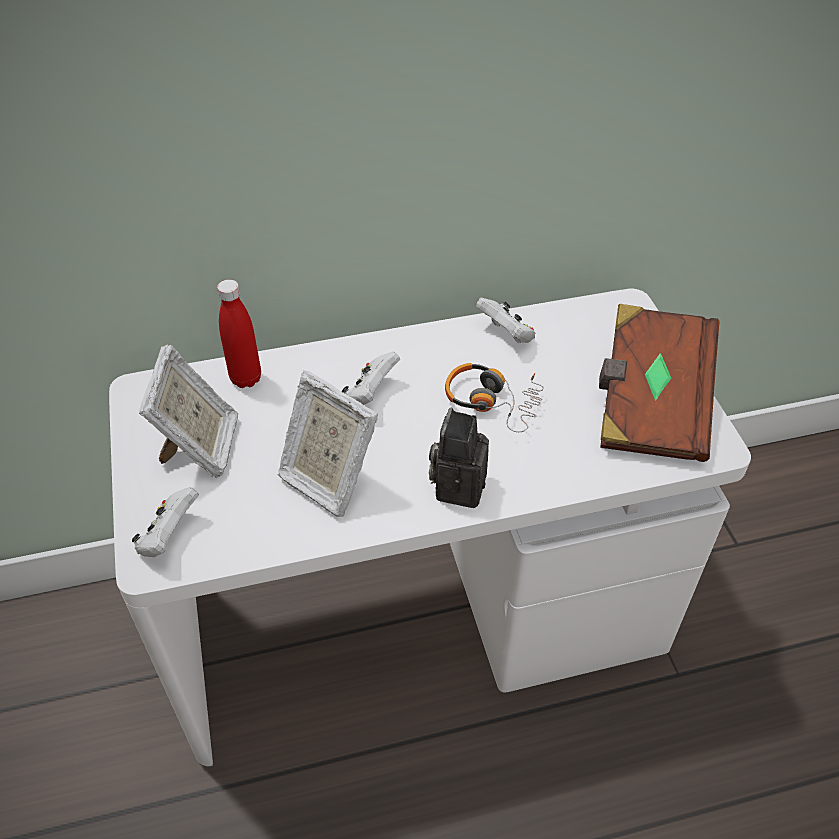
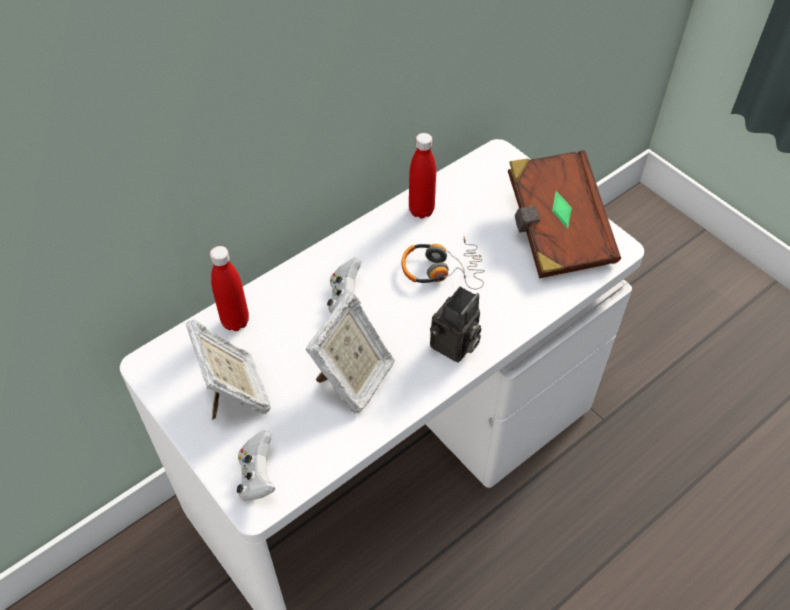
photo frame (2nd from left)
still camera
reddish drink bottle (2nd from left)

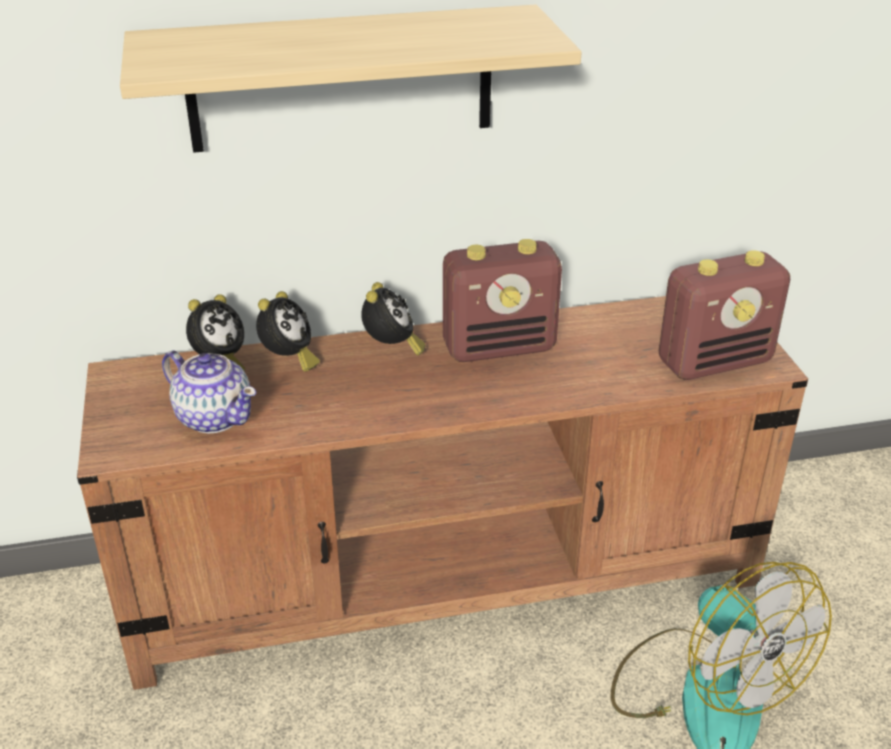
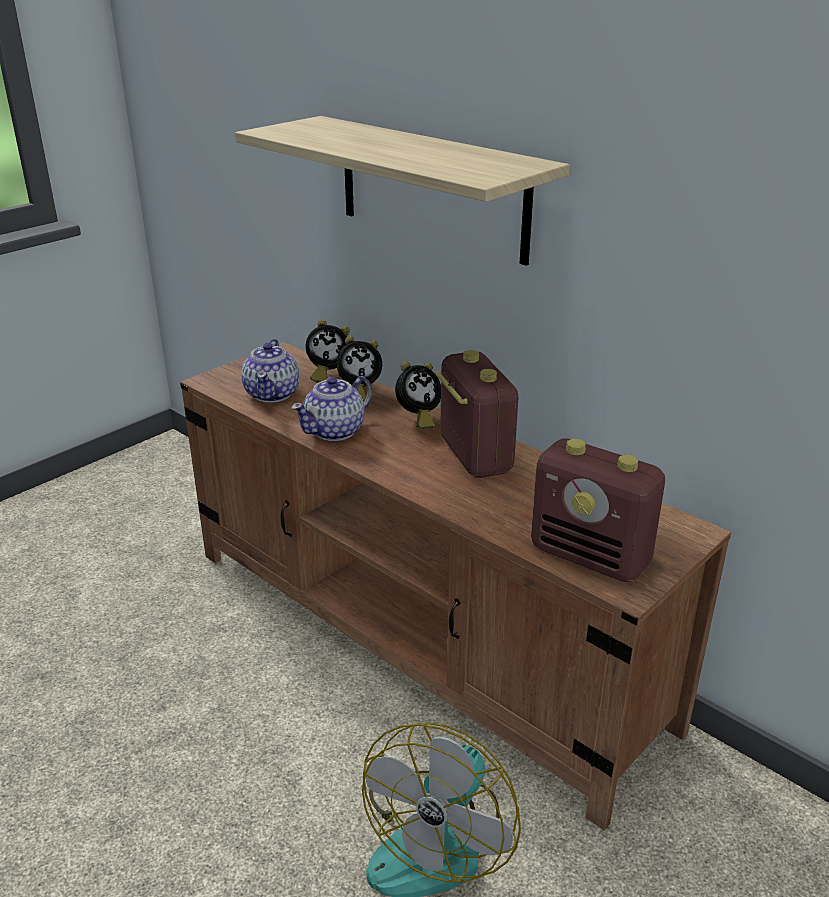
radio receiver (1st from left)
teapot (2nd from left)

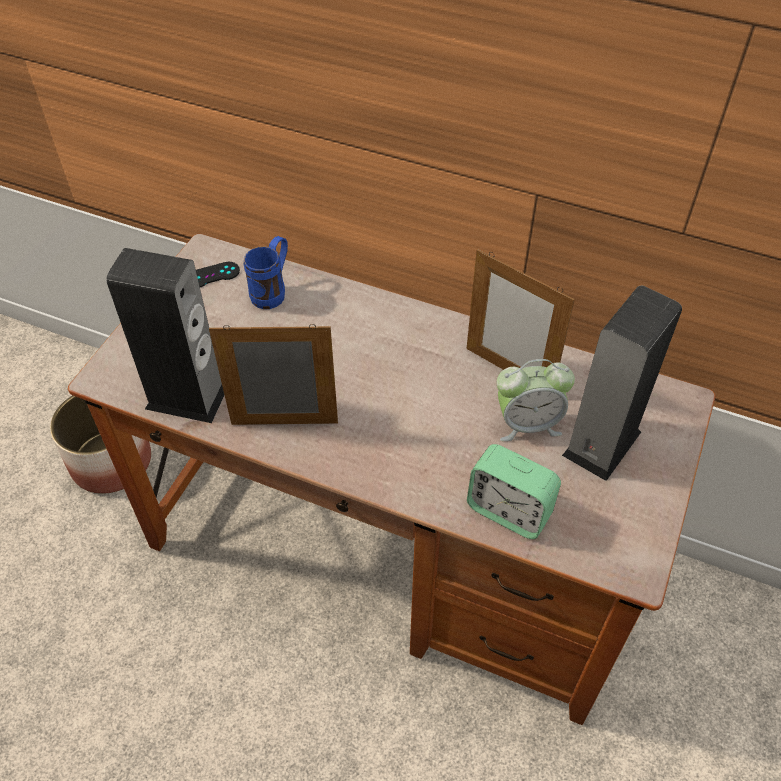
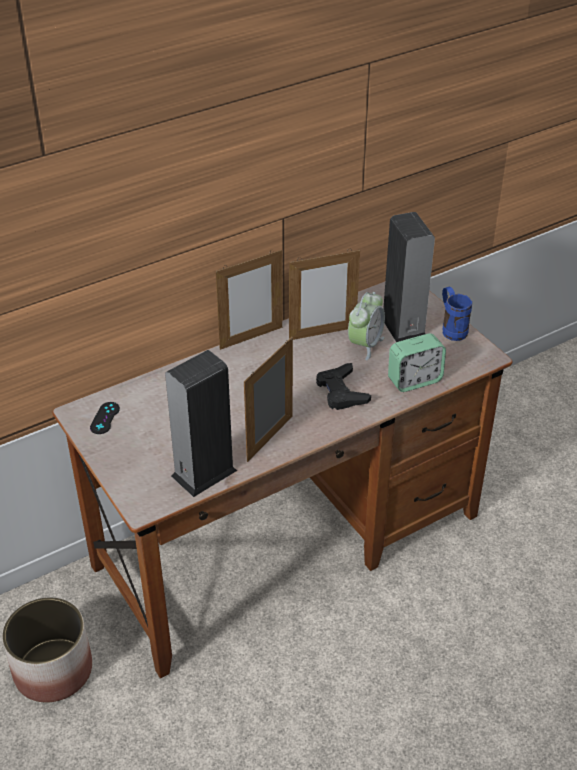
bluish mug
photo frame (1st from left)
black joypad (2nd from left)

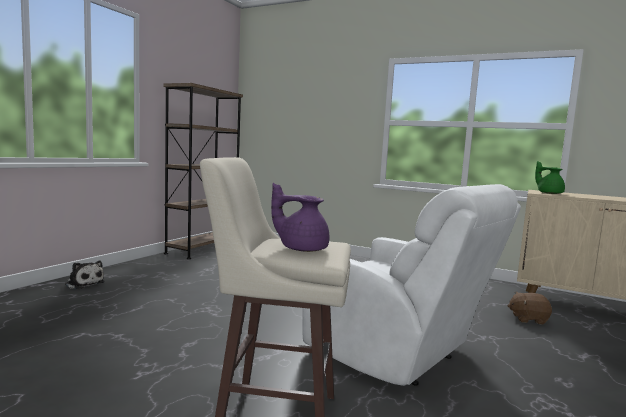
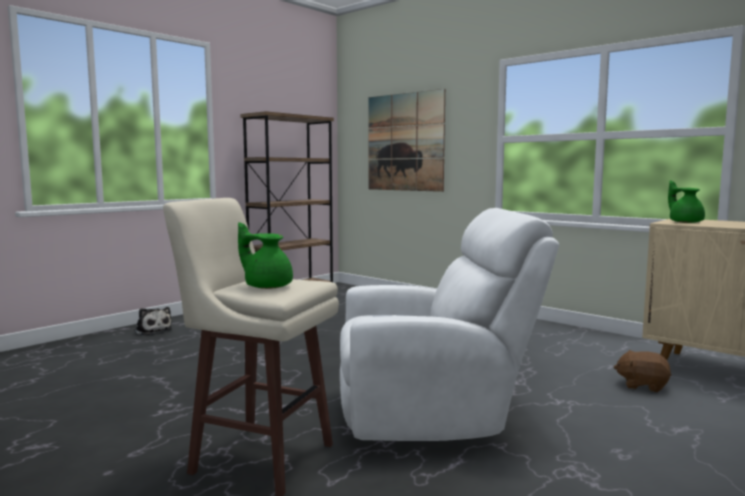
green-coloured teapot (1st from left)
whitish lounge chair
wall art

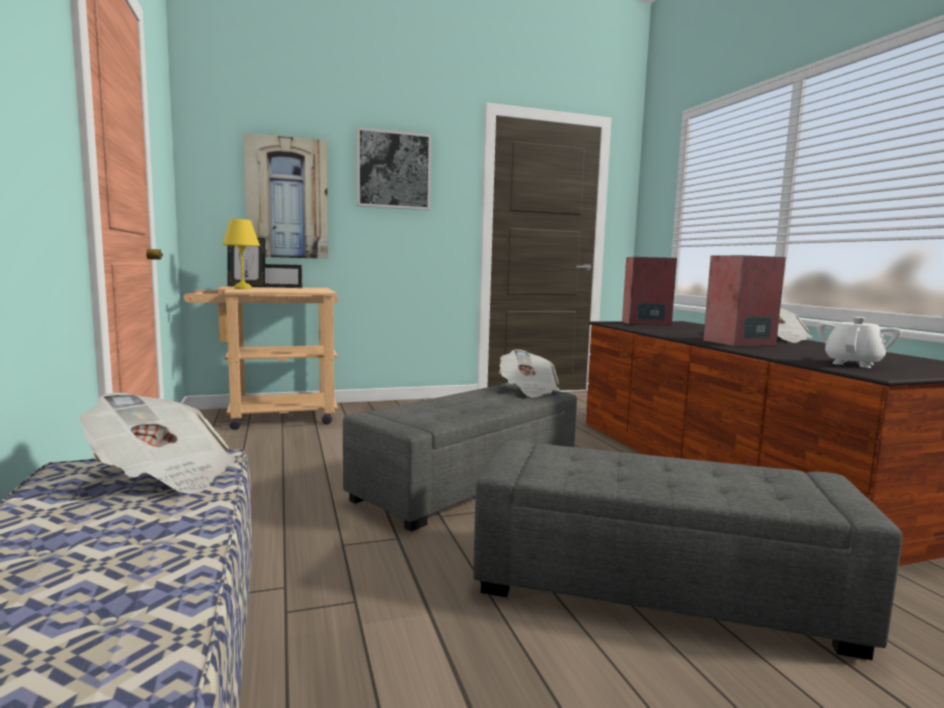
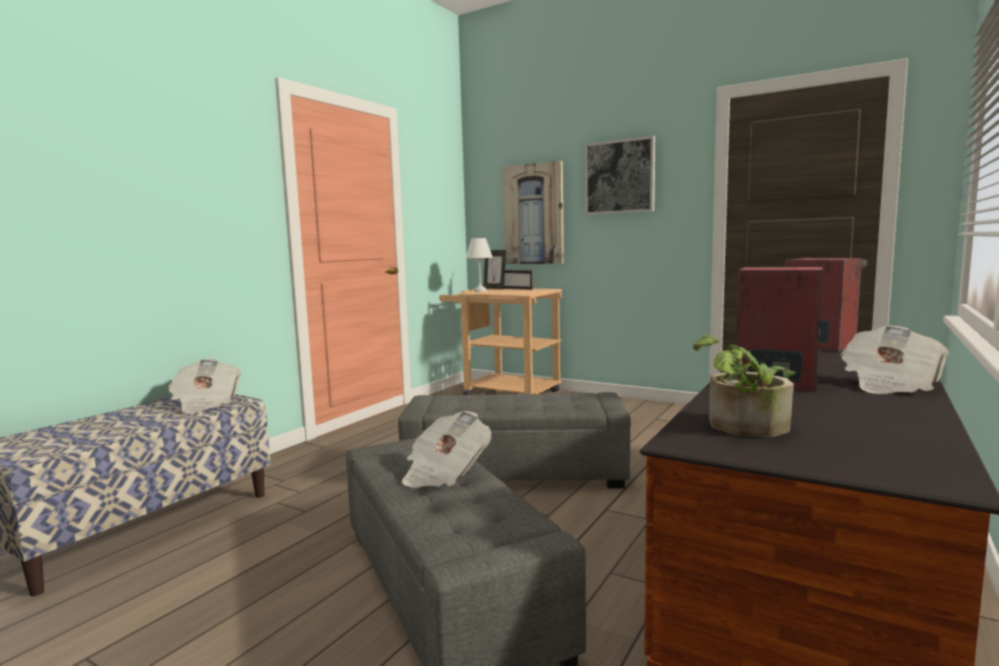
whitish tabletop lamp
daily paper (2nd from left)
houseplant

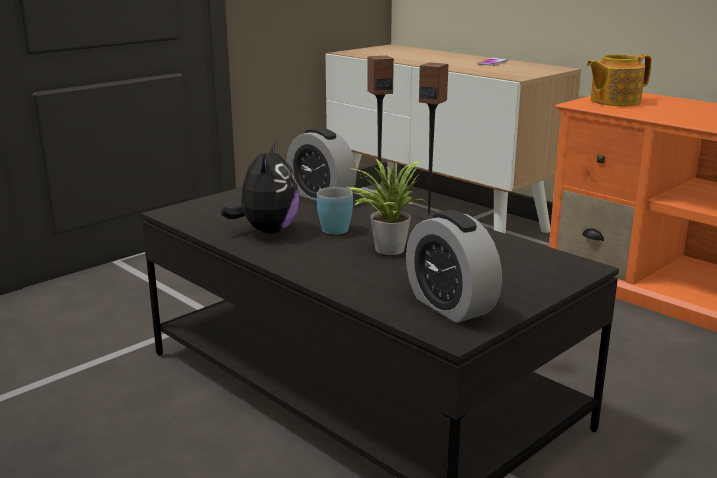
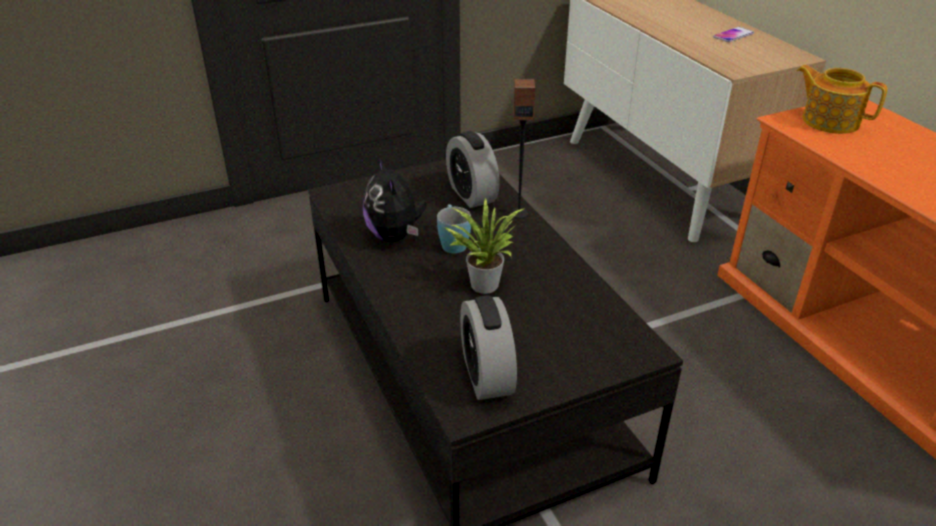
cuddly toy
audio speaker (2nd from left in the first image)
teapot

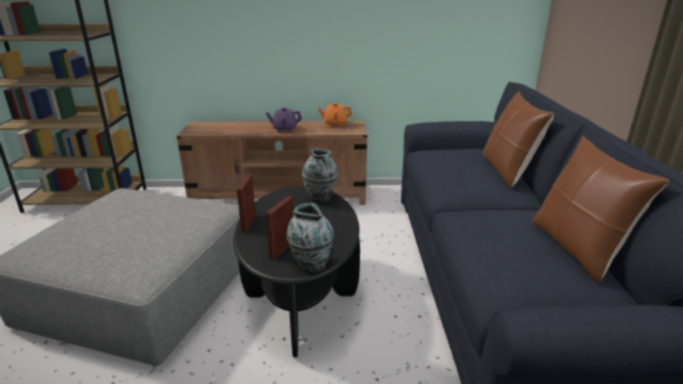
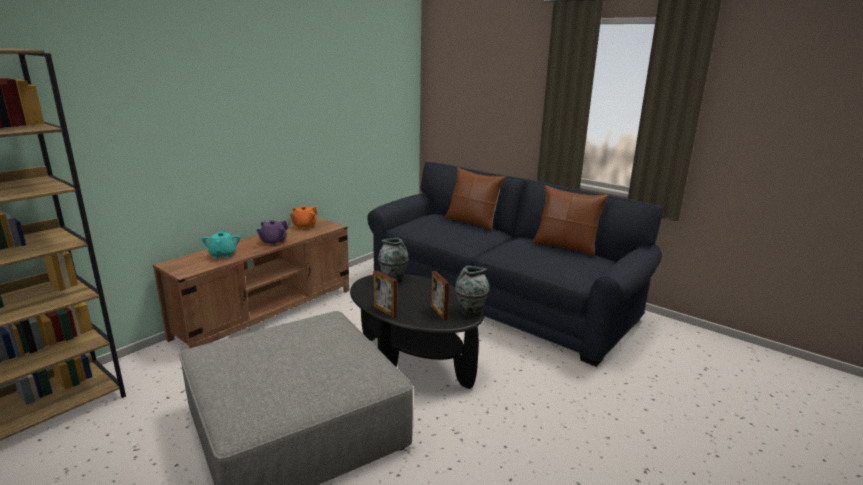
blue-green teapot

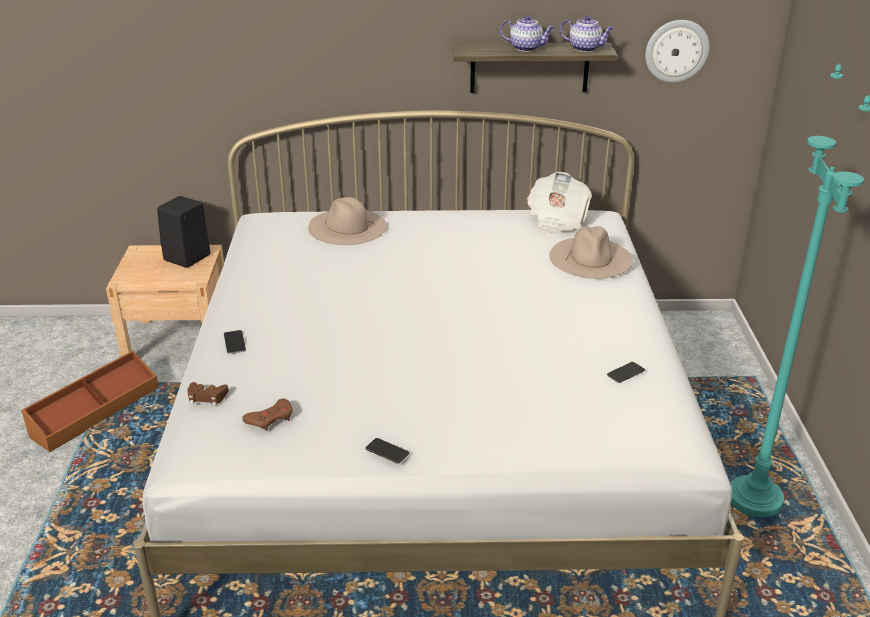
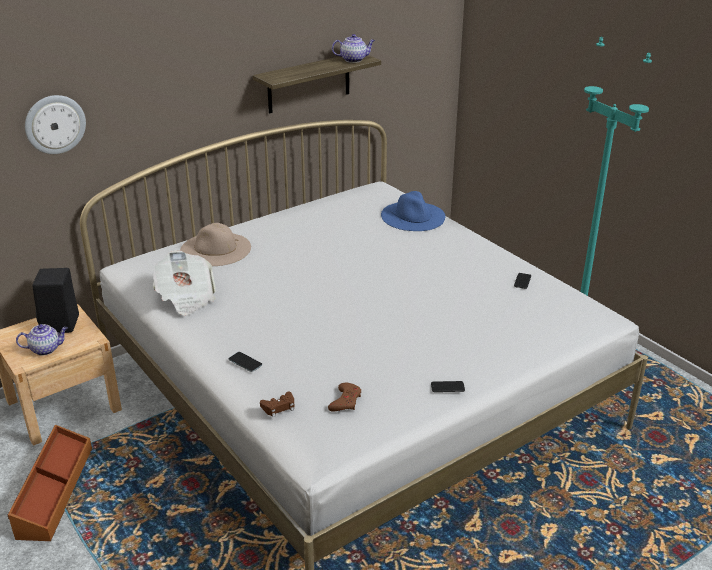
teapot (1st from left)
daily paper
bluish hat
hanging clock

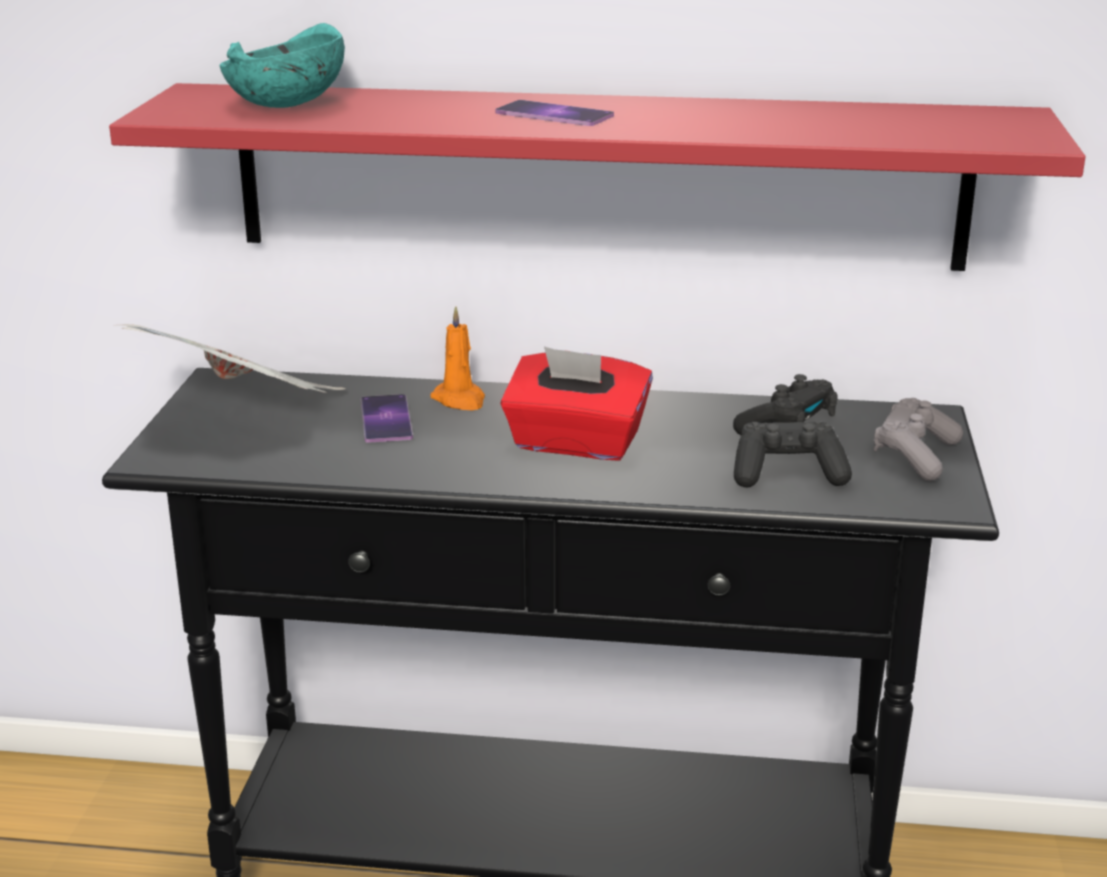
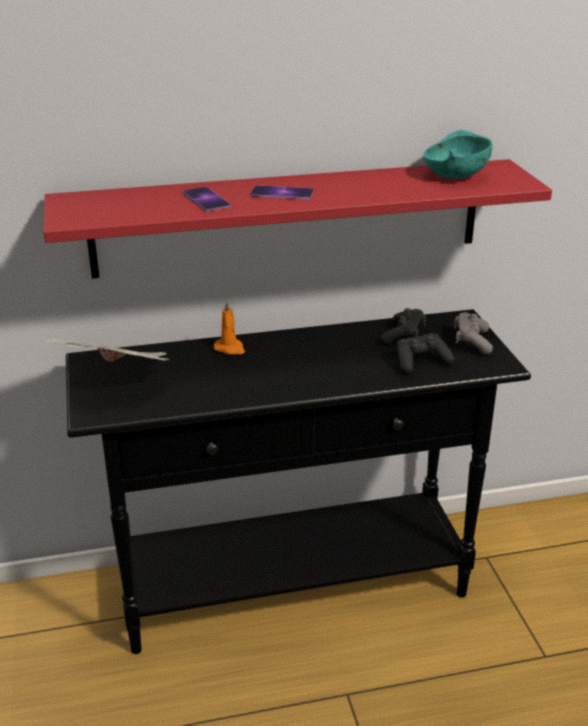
blue-green bowl
handset (1st from left)
reddish tissue holder

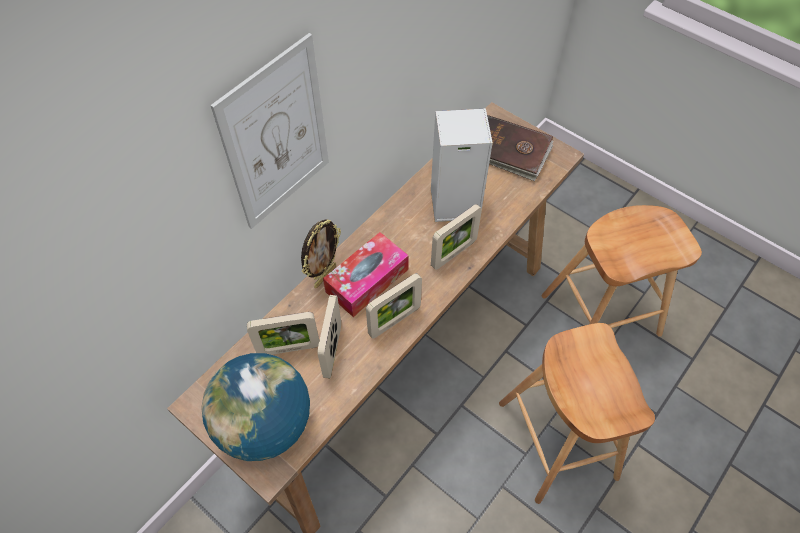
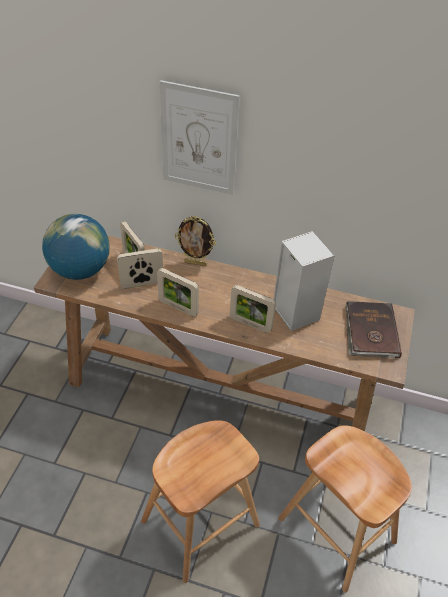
tissue holder

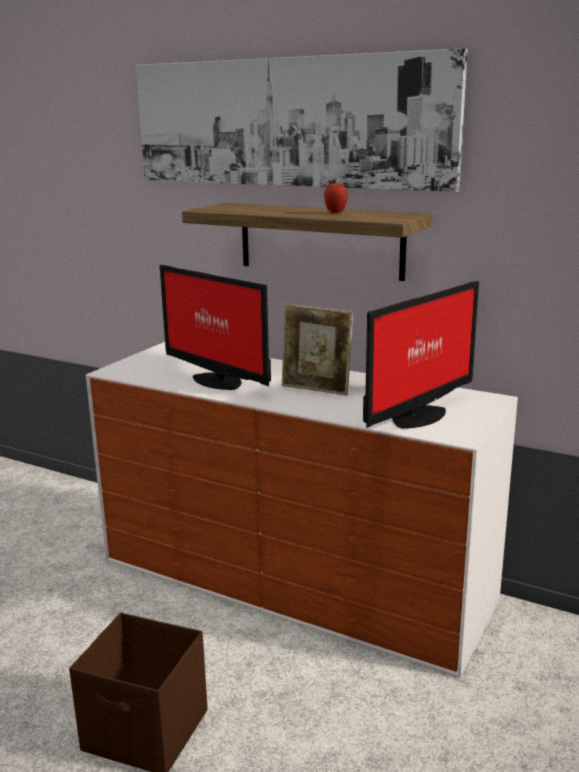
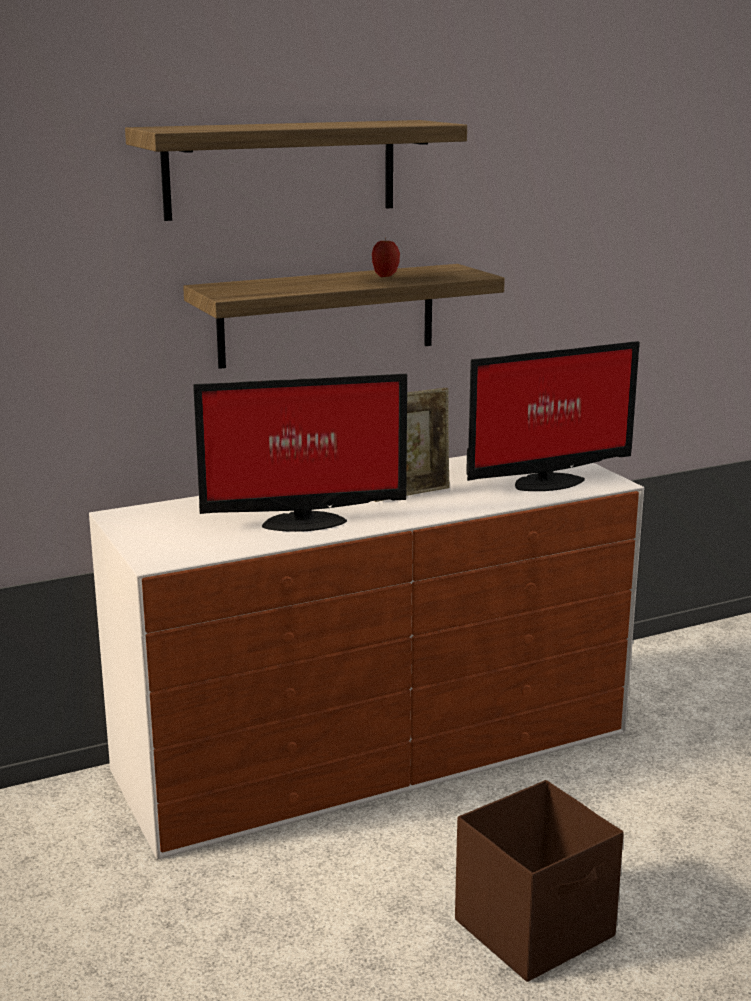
wall shelf (1st from left)
monitor (2nd from left)

